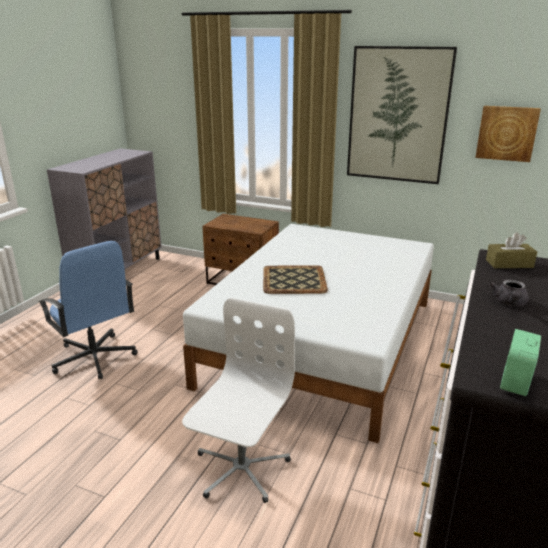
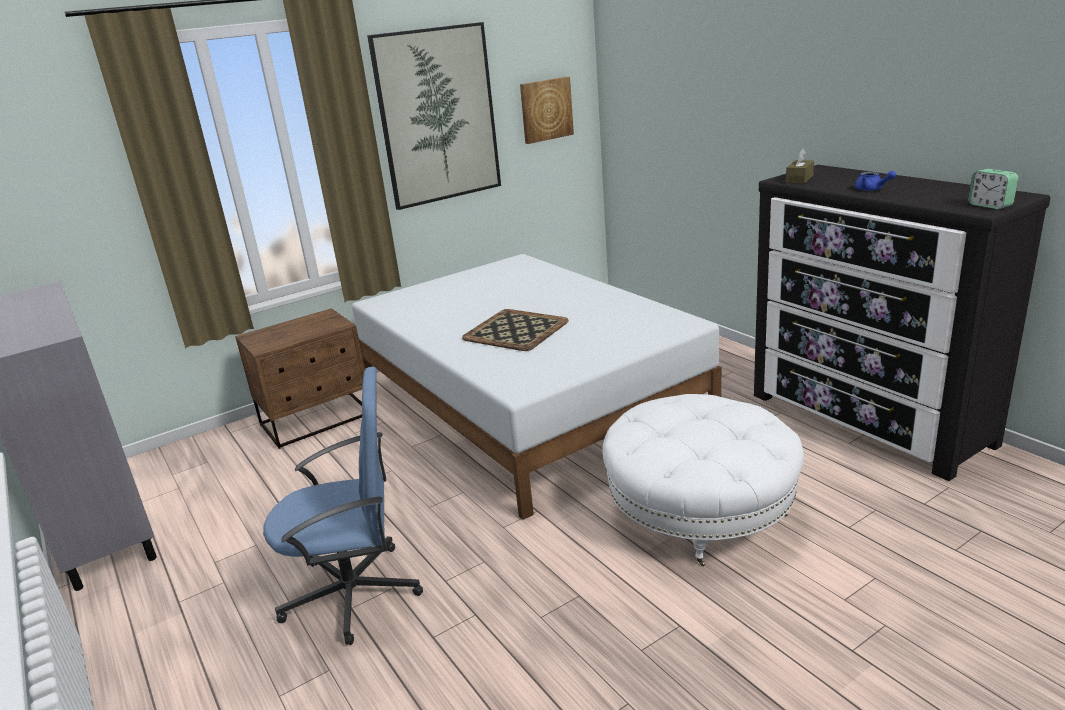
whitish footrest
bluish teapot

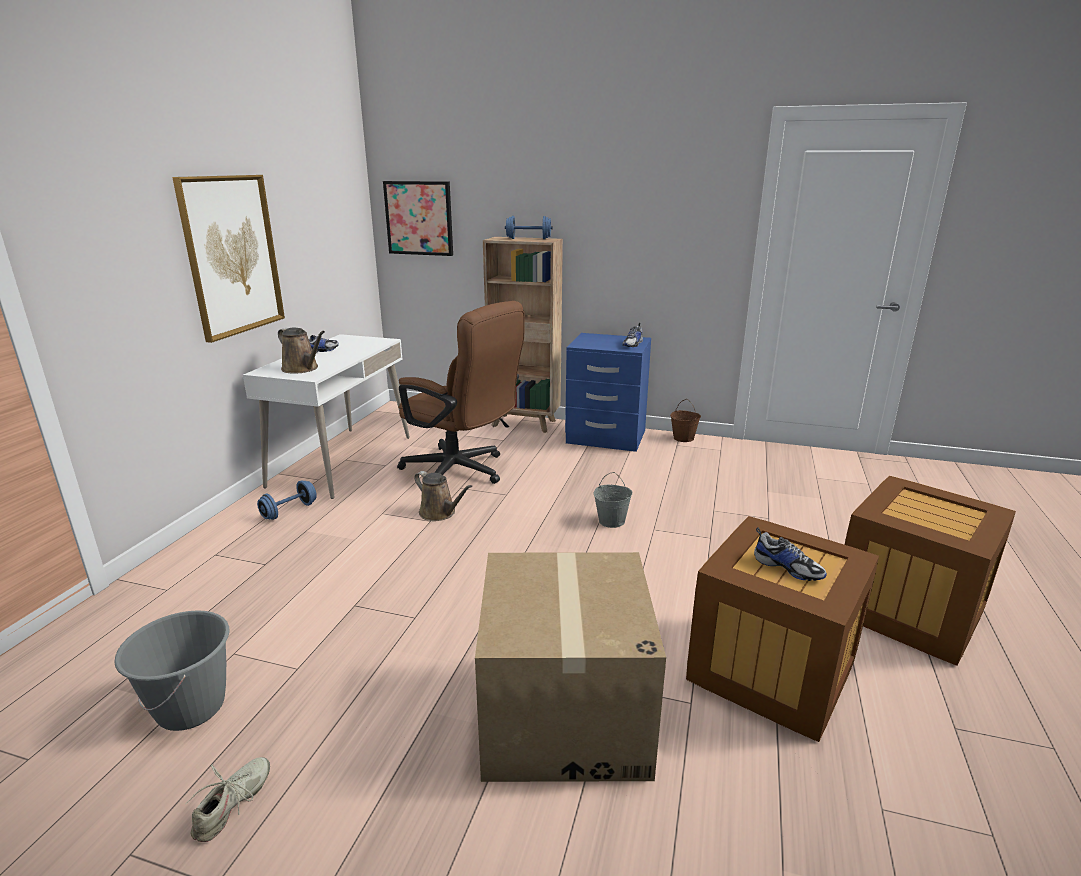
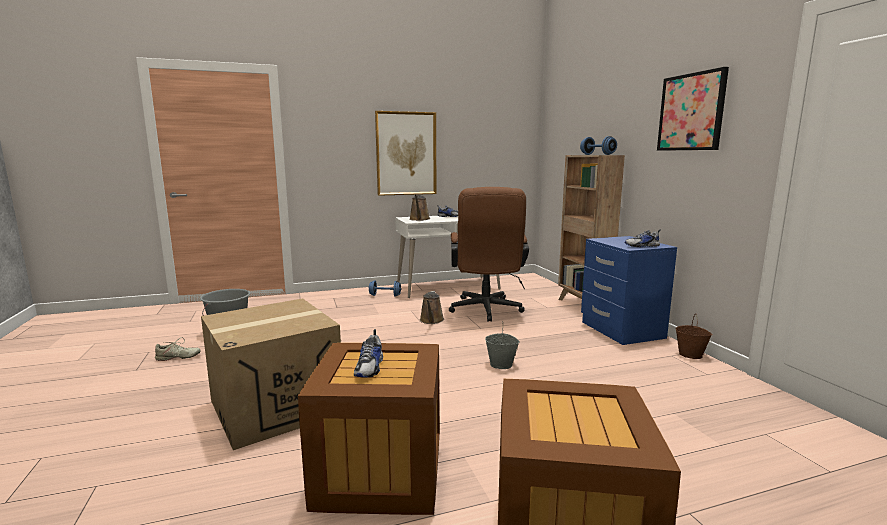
wall art (2nd from left)

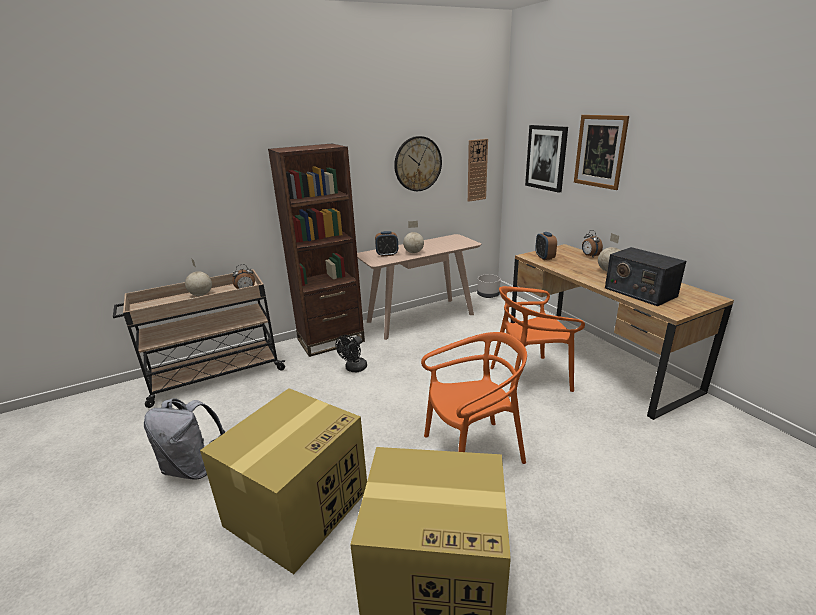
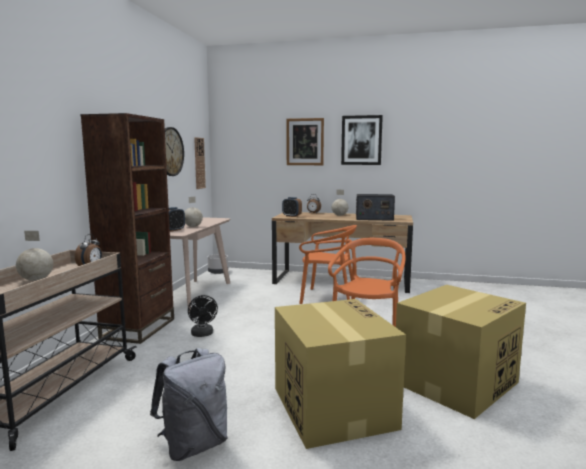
orange plain chair (1st from left)
wall art (2nd from left)

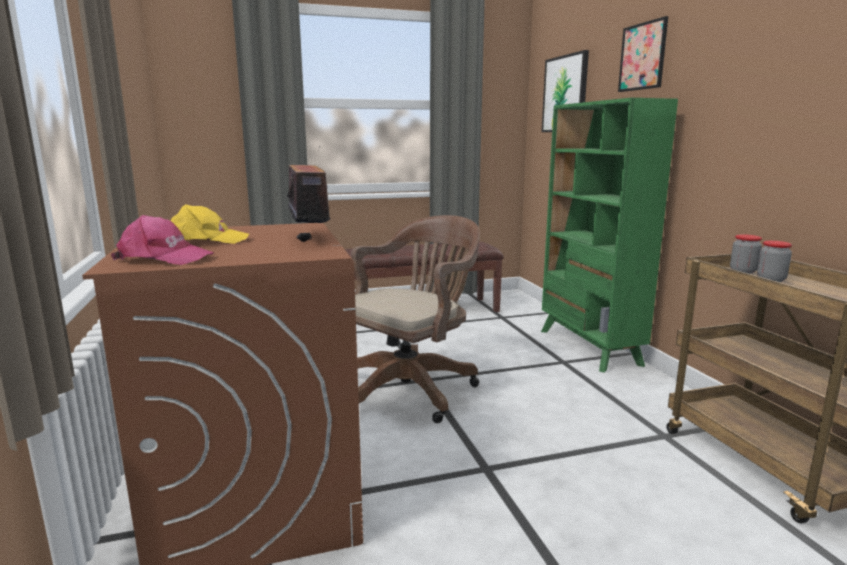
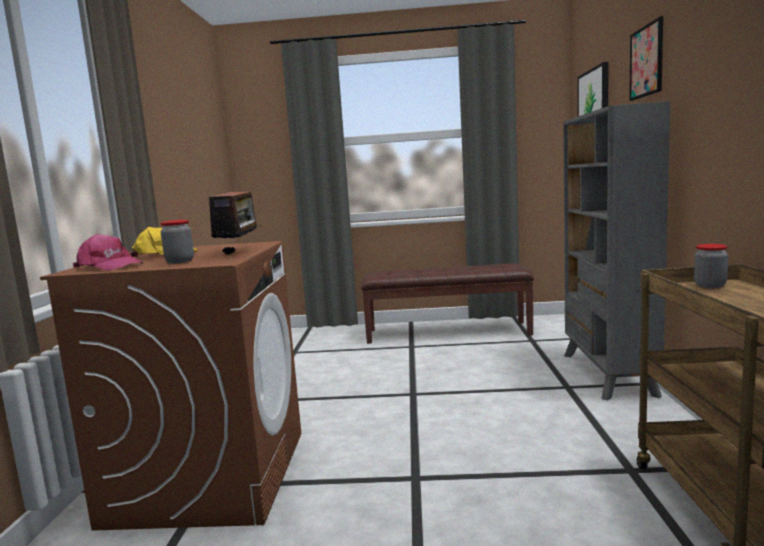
brown computer chair
grey shelving unit
preserve jar (1st from left)

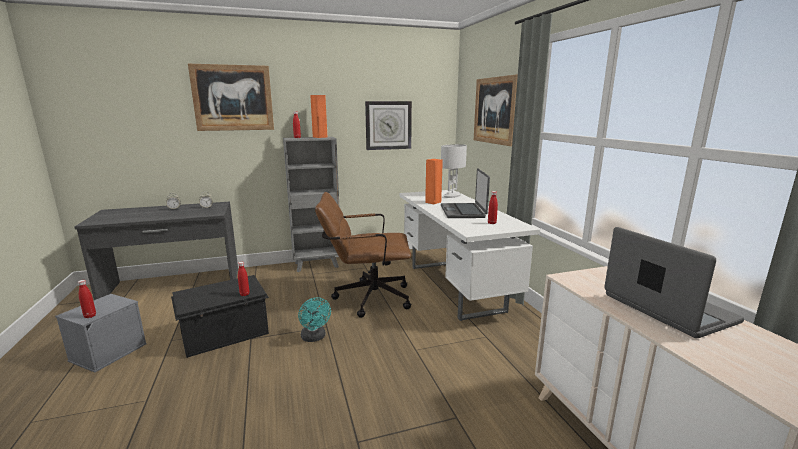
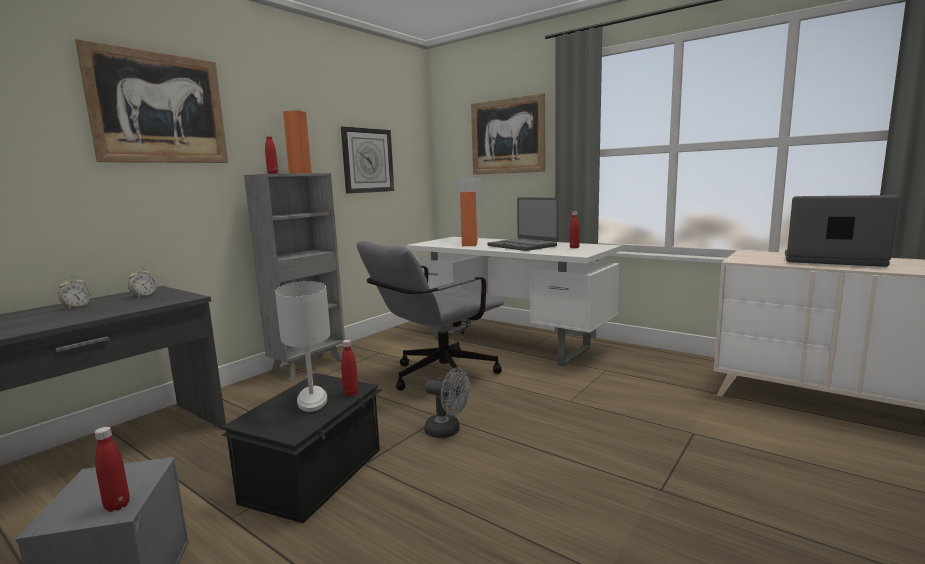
grey cooling fan
grey computer chair
whitish tabletop lamp (1st from left)

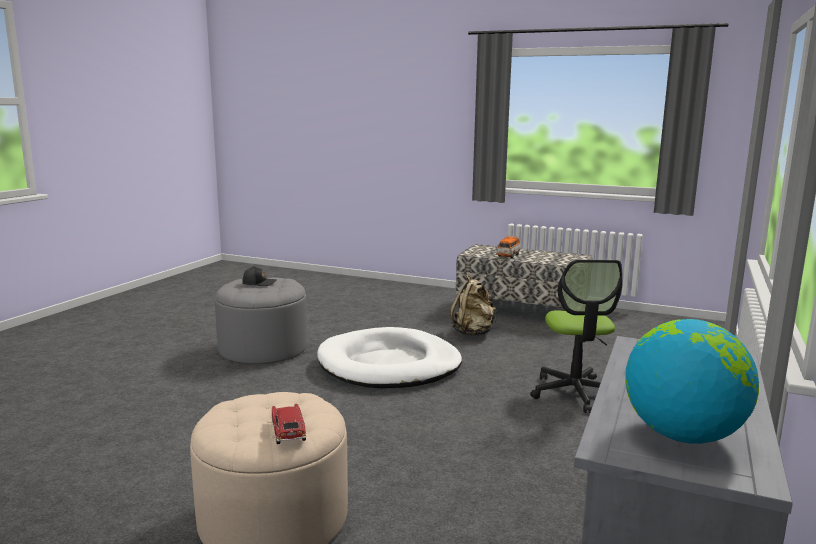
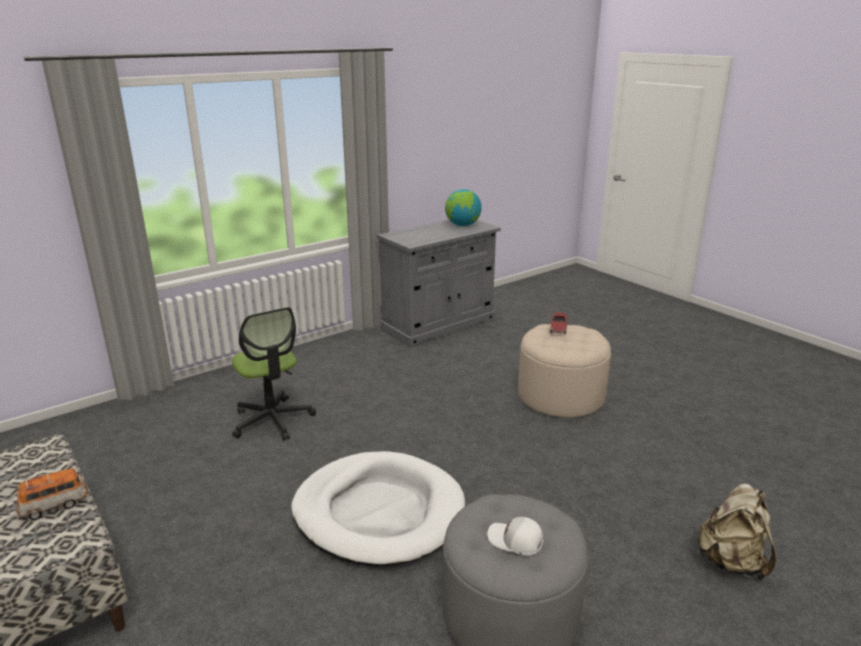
whitish peaked cap
beige-coloured backpack
computer chair

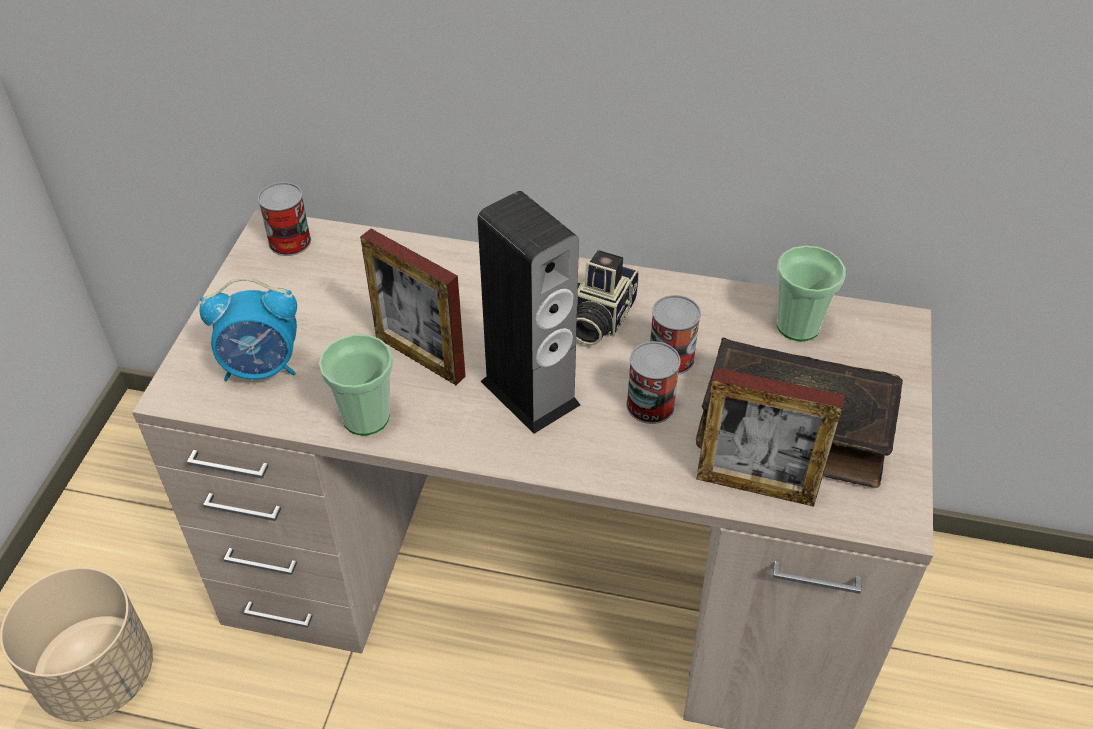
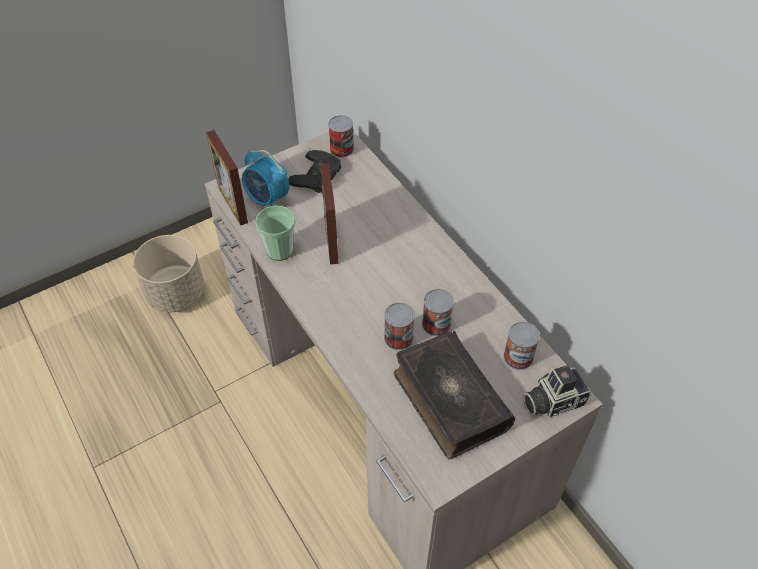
audio speaker
still camera
photo frame (1st from left)
metal can (4th from left)
black joypad

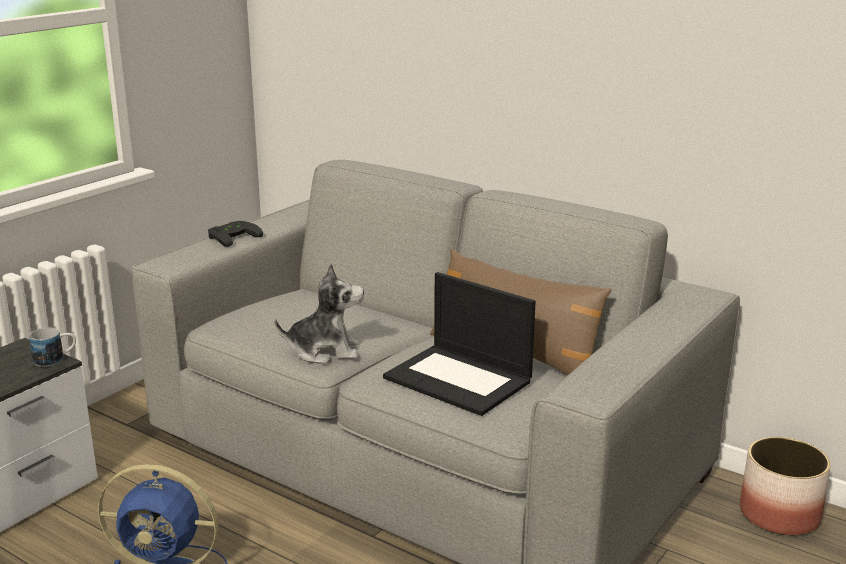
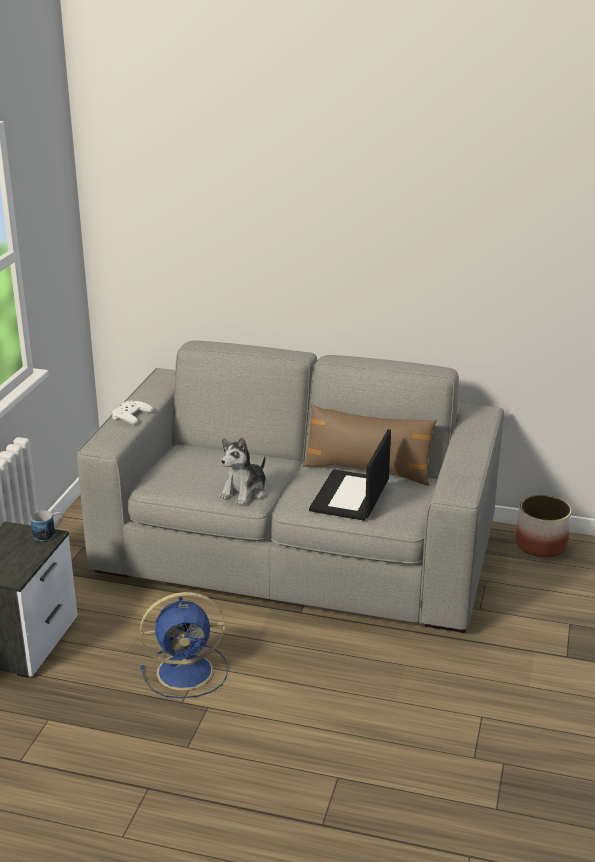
whitish joypad
cuddly toy
notebook computer

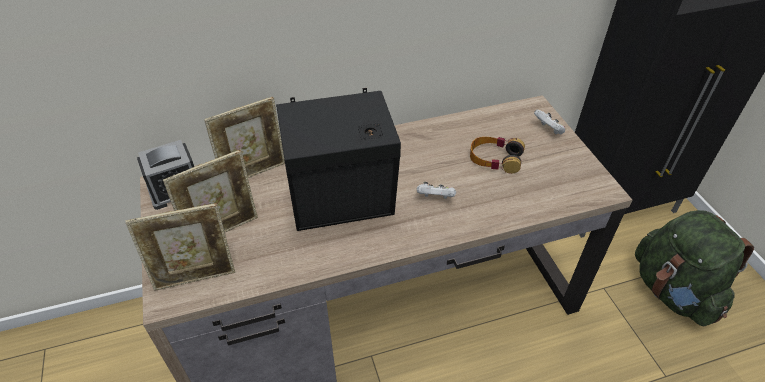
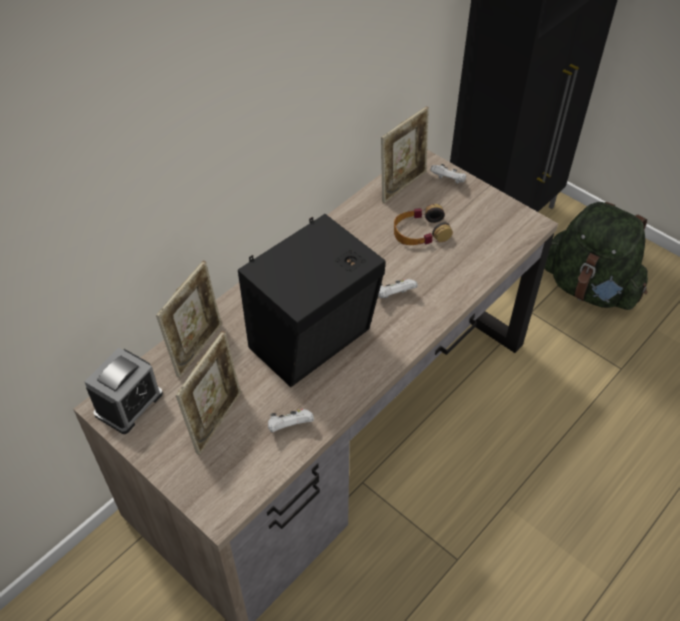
photo frame (3rd from left)
whitish joypad (1st from left)

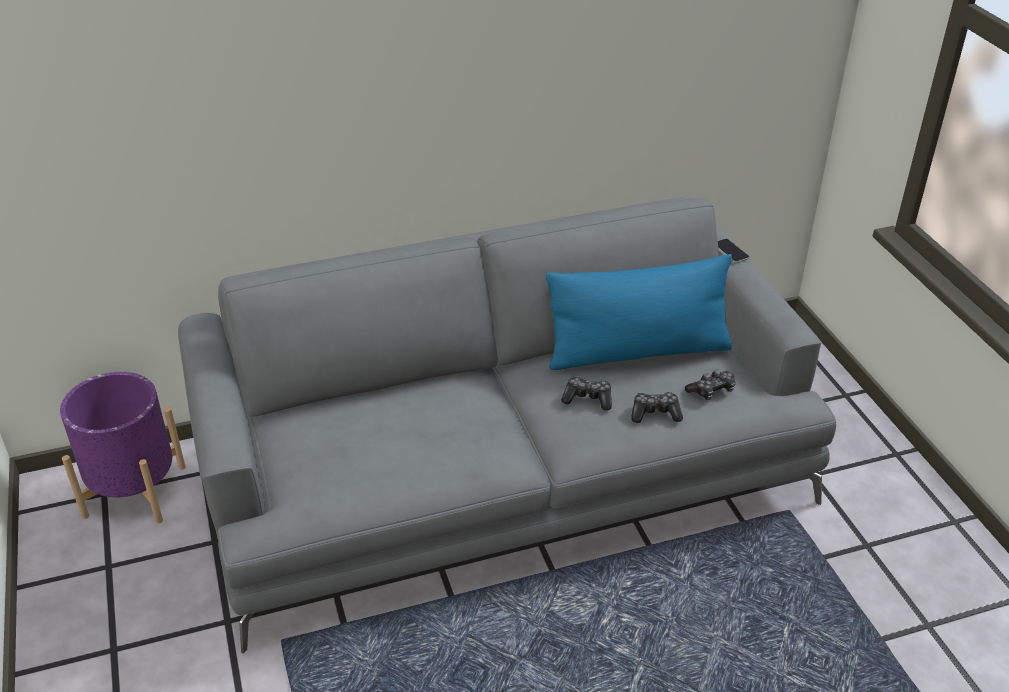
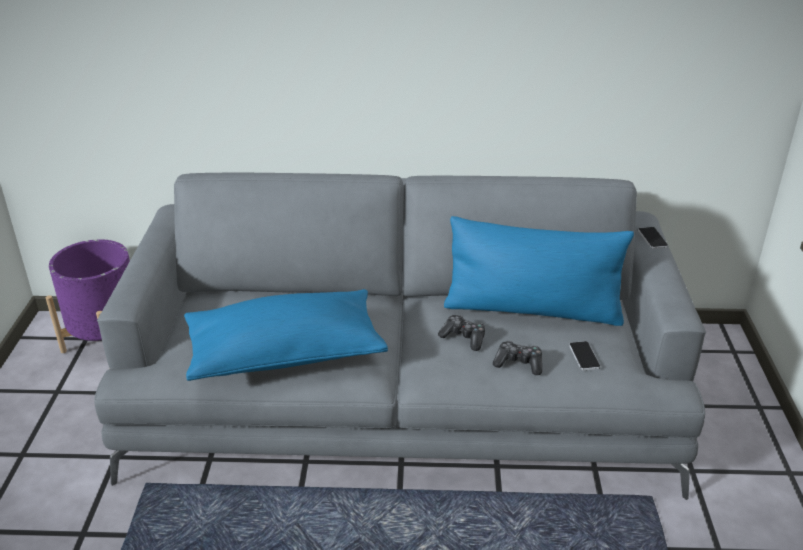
handset (1st from left)
bluish pillow (1st from left)

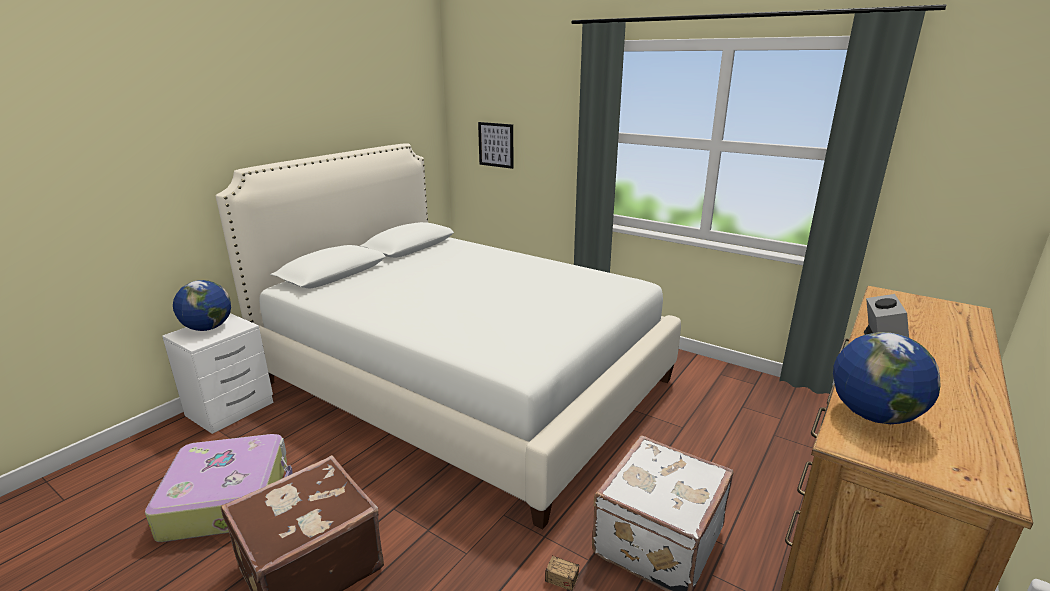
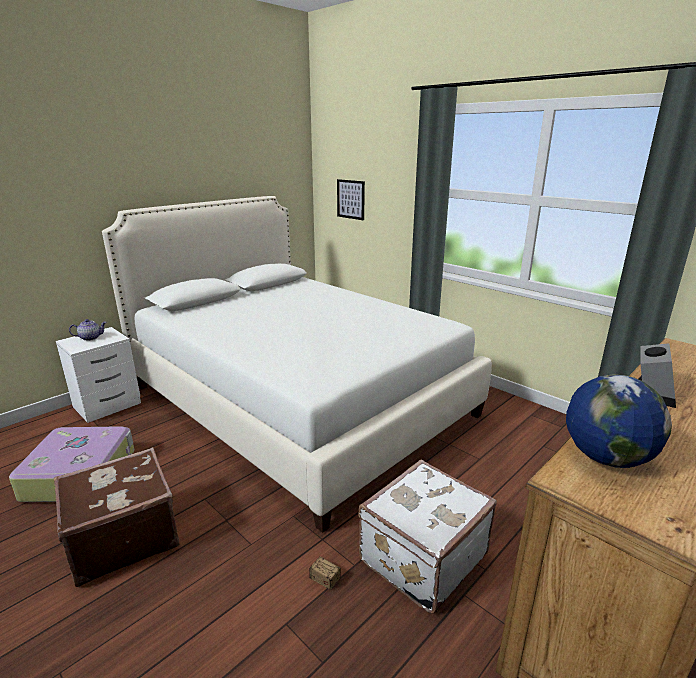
teapot

